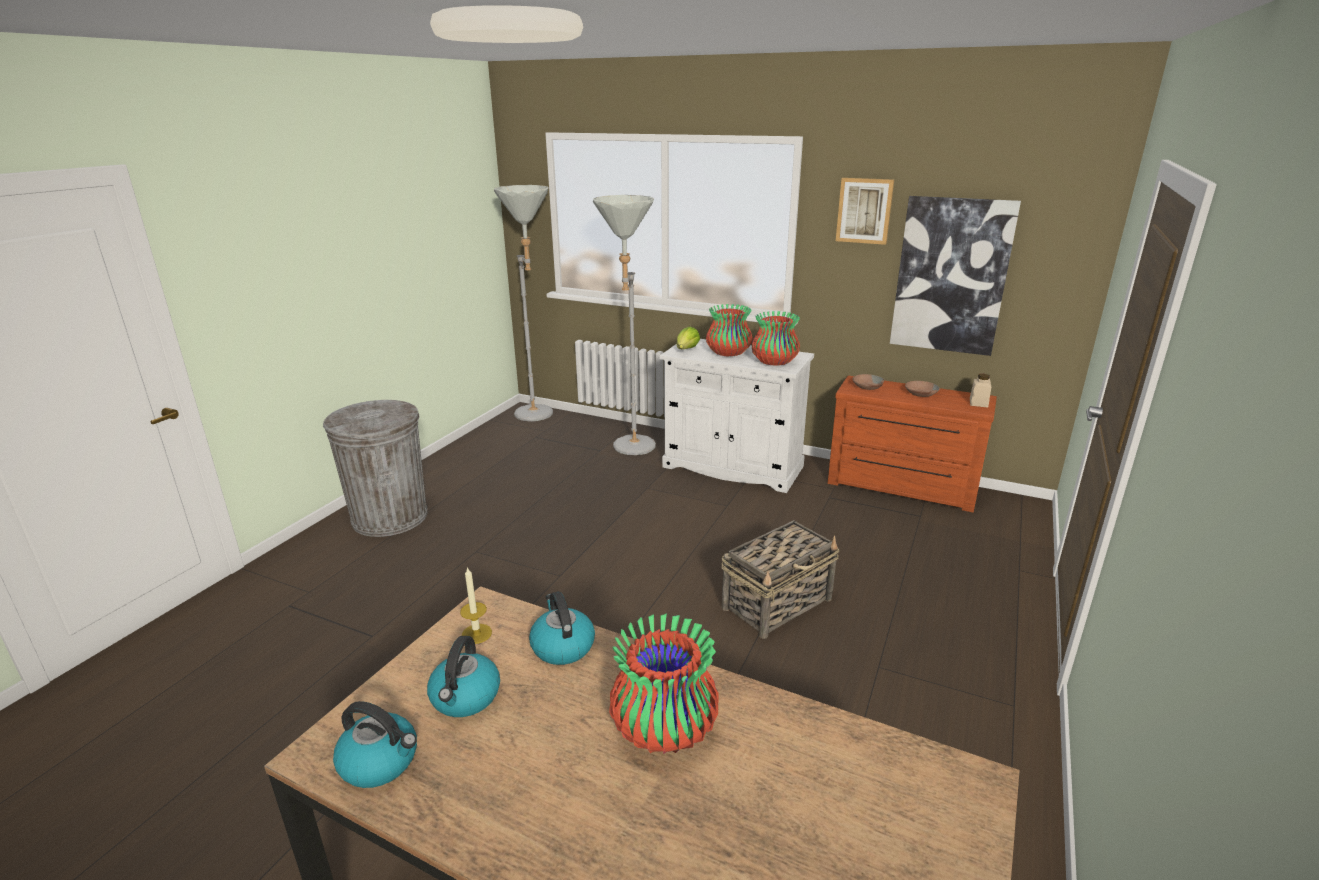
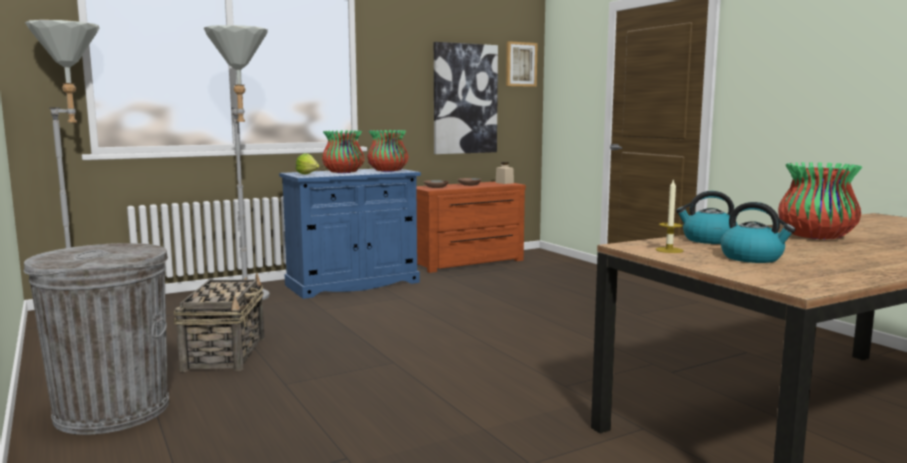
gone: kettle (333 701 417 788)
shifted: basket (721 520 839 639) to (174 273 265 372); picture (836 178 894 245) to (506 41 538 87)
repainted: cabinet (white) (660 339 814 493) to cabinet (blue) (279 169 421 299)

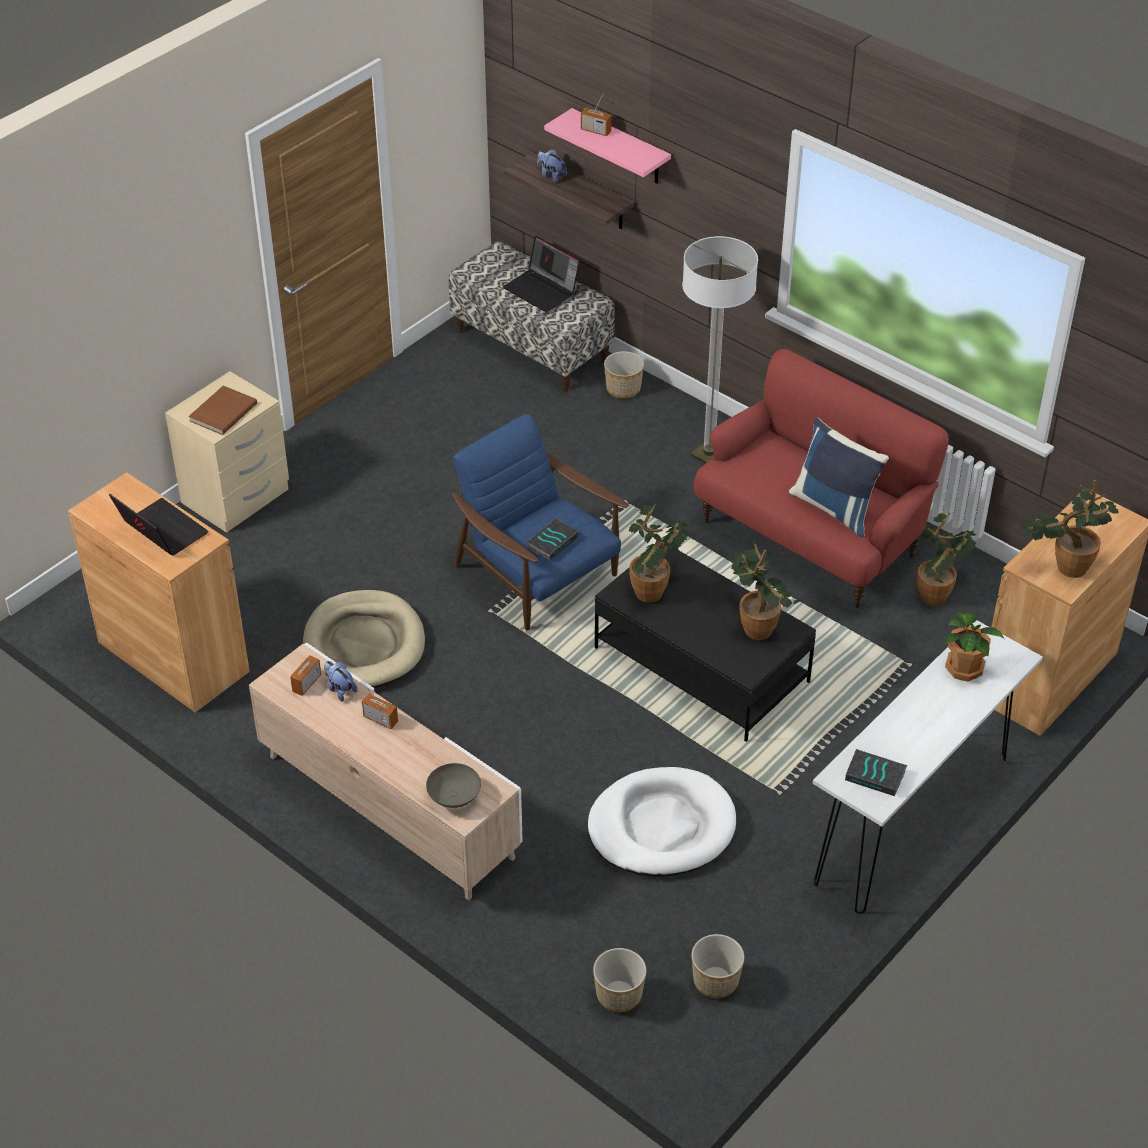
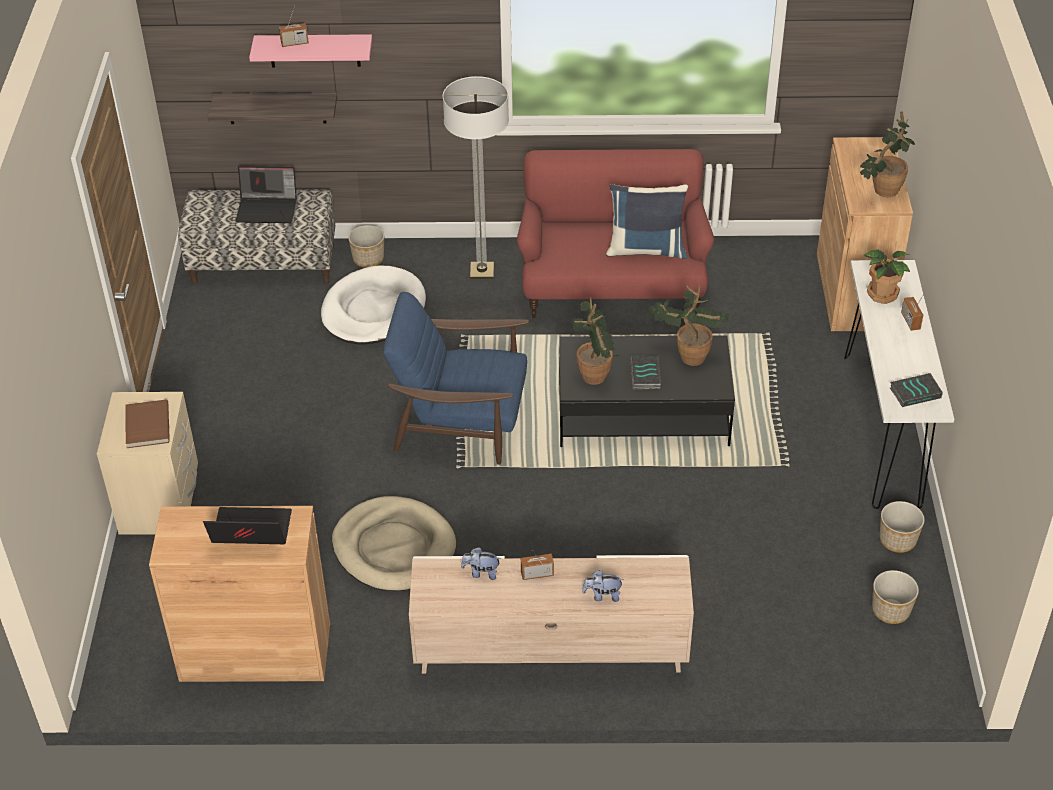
gone: bowl (grey) (426 763 481 808); potted plant (917 513 976 606)
shifted: dog bed (white) (588 767 736 877) to (321 265 426 345); plush toy (537 149 567 183) to (582 570 624 602); book (527 518 578 561) to (631 356 661 389); planter (593 948 646 1012) to (880 501 925 553); radio (290 655 321 696) to (901 292 925 331)

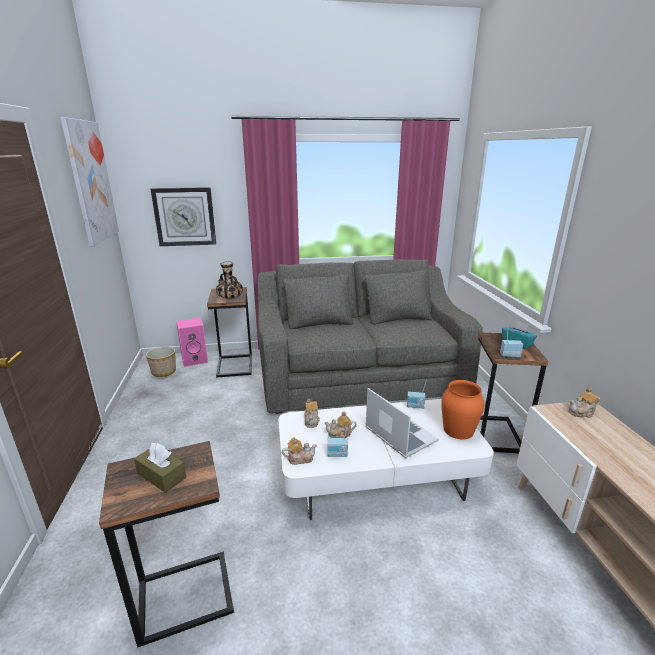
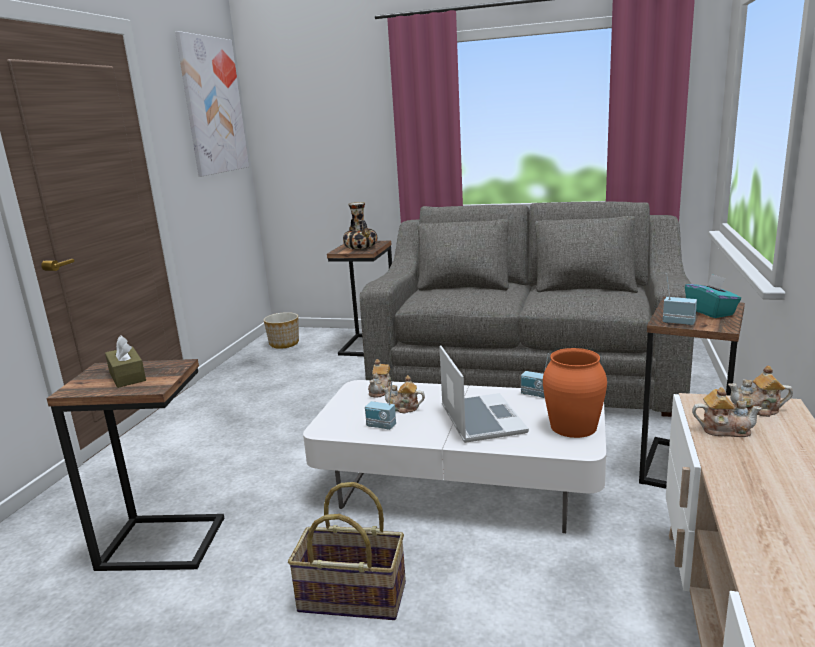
gone: wall clock (150 187 216 246); speaker (pink) (176 317 208 367)
new: basket (288 482 406 620)
shifted: teapot (282 438 317 465) to (692 387 762 437)

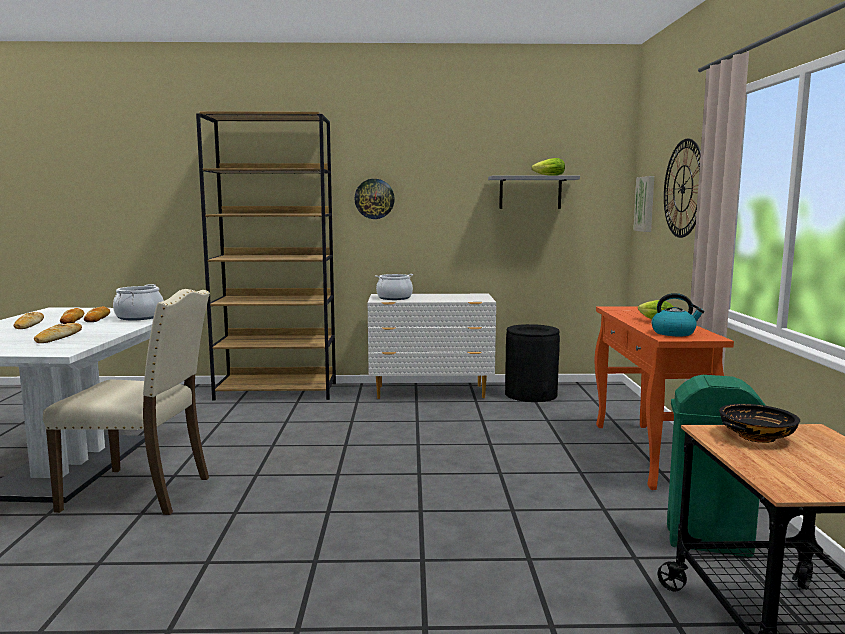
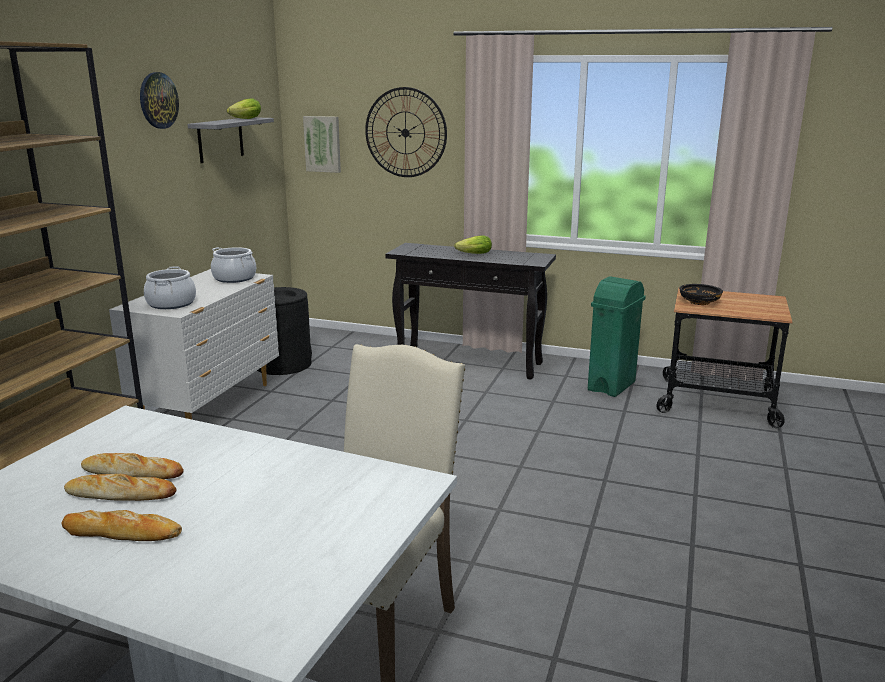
gone: bread (34 323 82 343); kettle (651 293 704 336)
shifted: wall clock (354 179 395 219) to (140 72 179 129); cooking pot (113 284 164 320) to (211 247 256 283)
repainted: console table (orange) (595 306 734 490) to console table (black) (385 243 556 380)

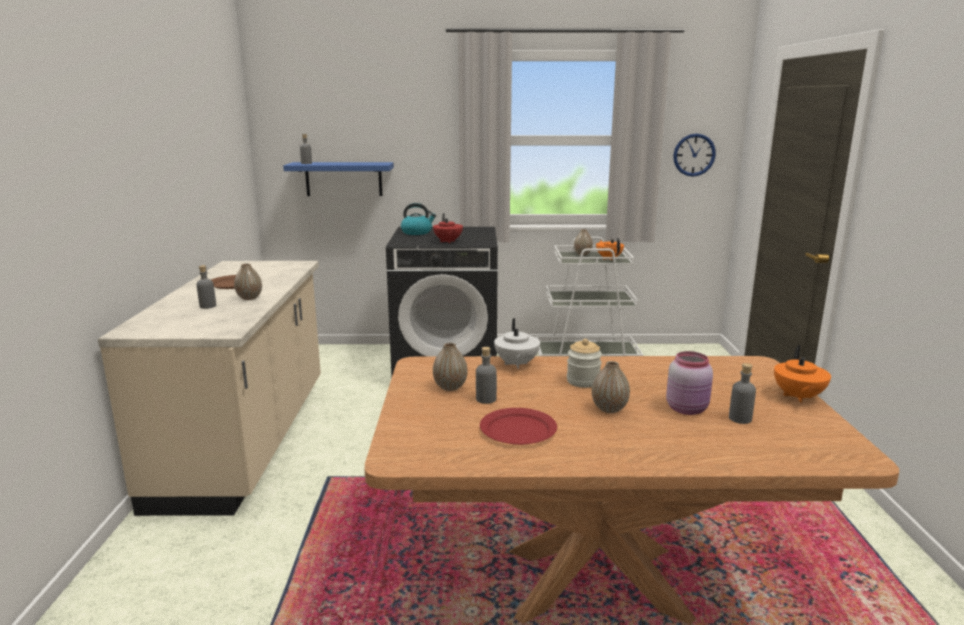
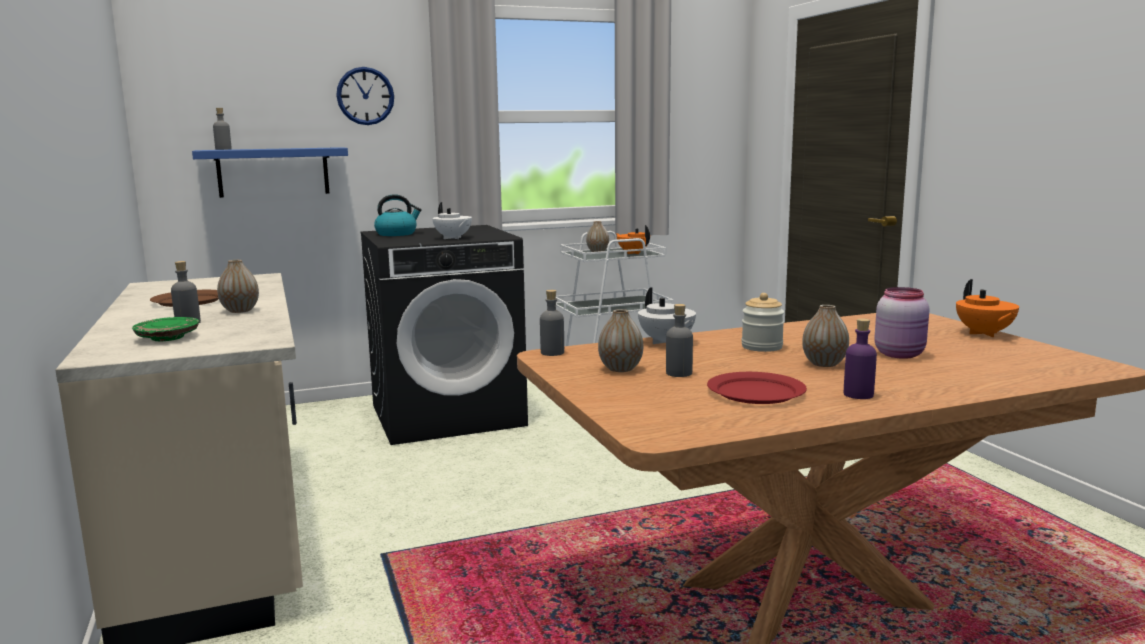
new: plate (green) (132 317 199 341); bottle (purple) (844 318 877 399)
shifted: wall clock (673 133 716 177) to (336 67 394 125); bottle (grey) (729 363 756 424) to (540 290 564 356)
repainted: teapot (red) (433 213 463 243) to teapot (white) (432 202 472 239)

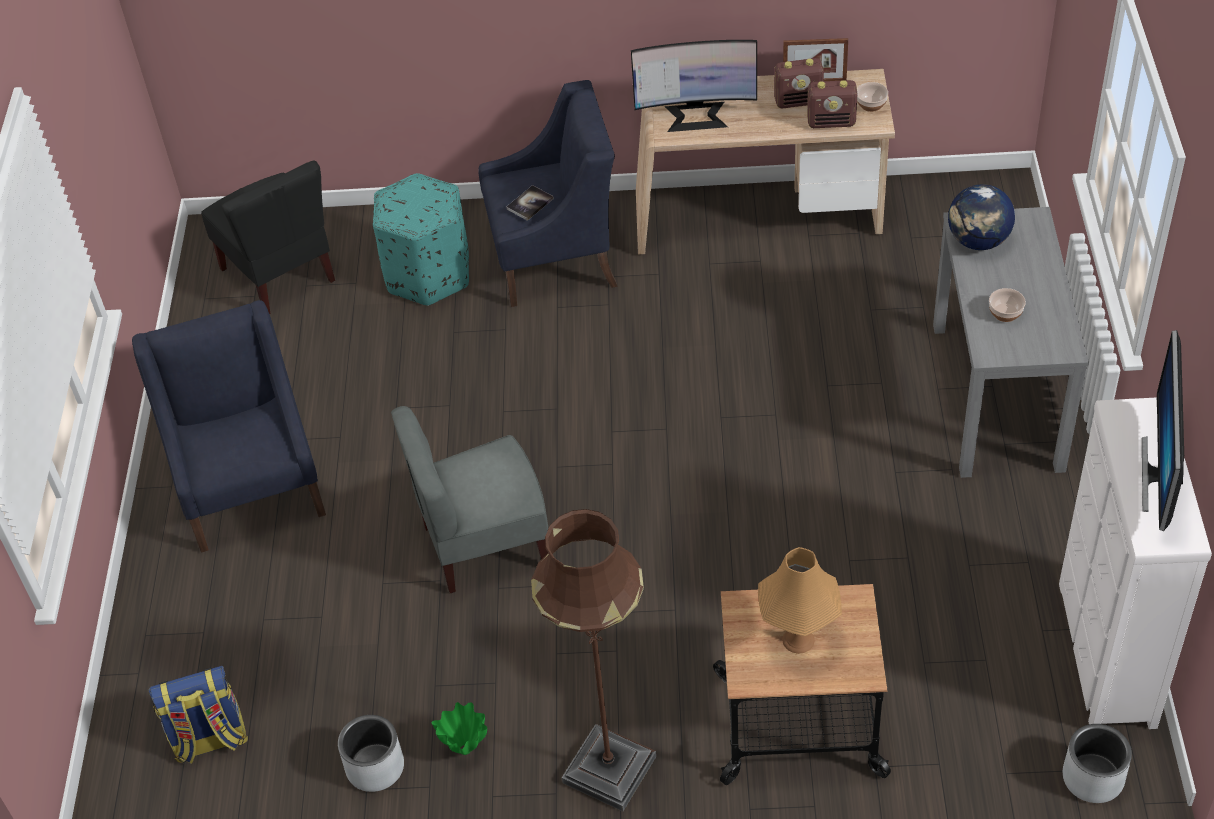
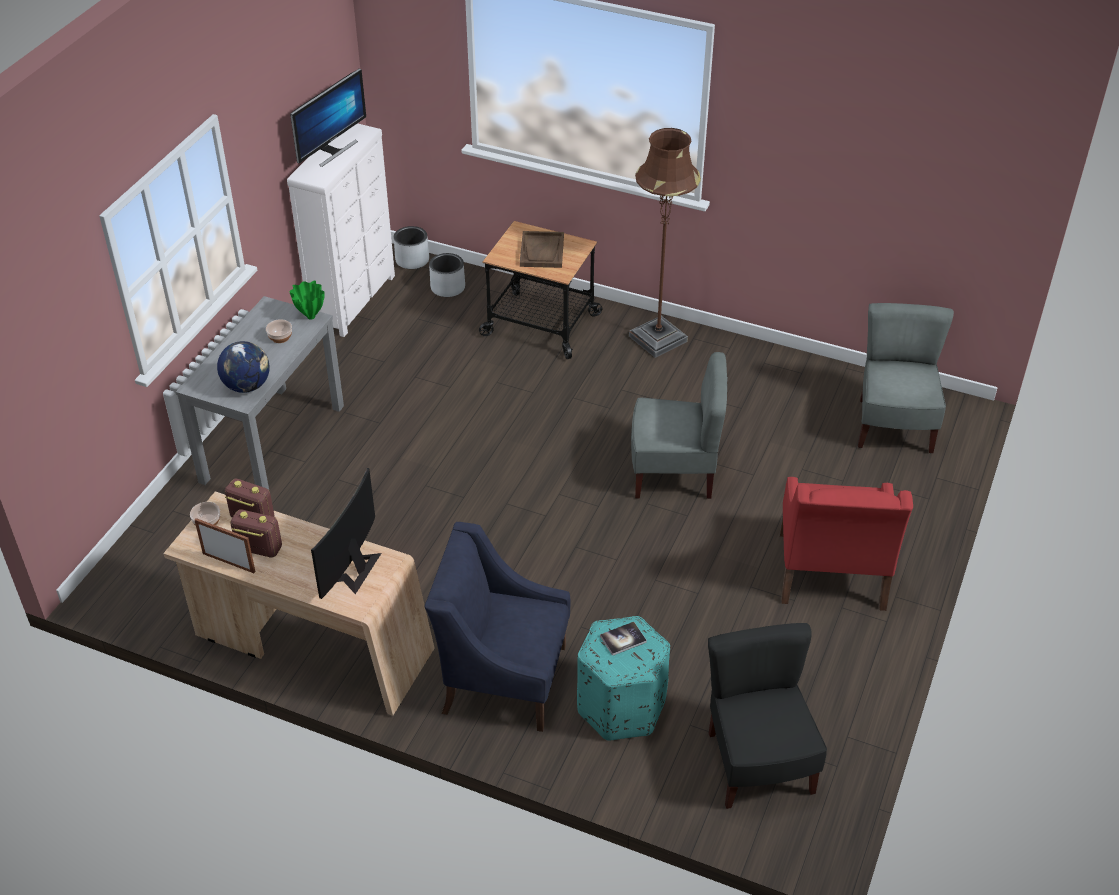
shifted: vase (green) (431 702 487 755) to (289 281 325 319); planter (grey) (338 715 404 792) to (429 253 465 297); book (506 185 554 221) to (600 622 647 656)
swapped: table lamp (orange) (758 547 842 654) to tray (brown) (520 231 564 268); backpack (148 666 248 764) to chair (grey) (858 303 954 453)
repainted: armchair (blue) (132 300 326 553) to armchair (red) (780 477 913 611)
rotated: monitor (631 40 757 132) = (311 468 381 599) 90 degrees counterclockwise

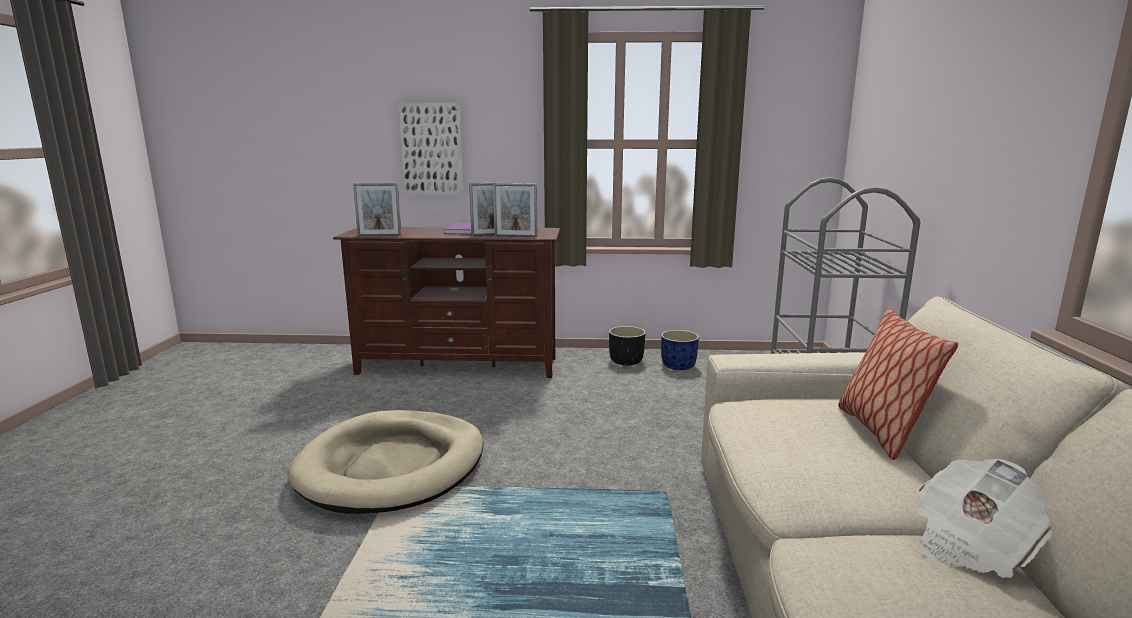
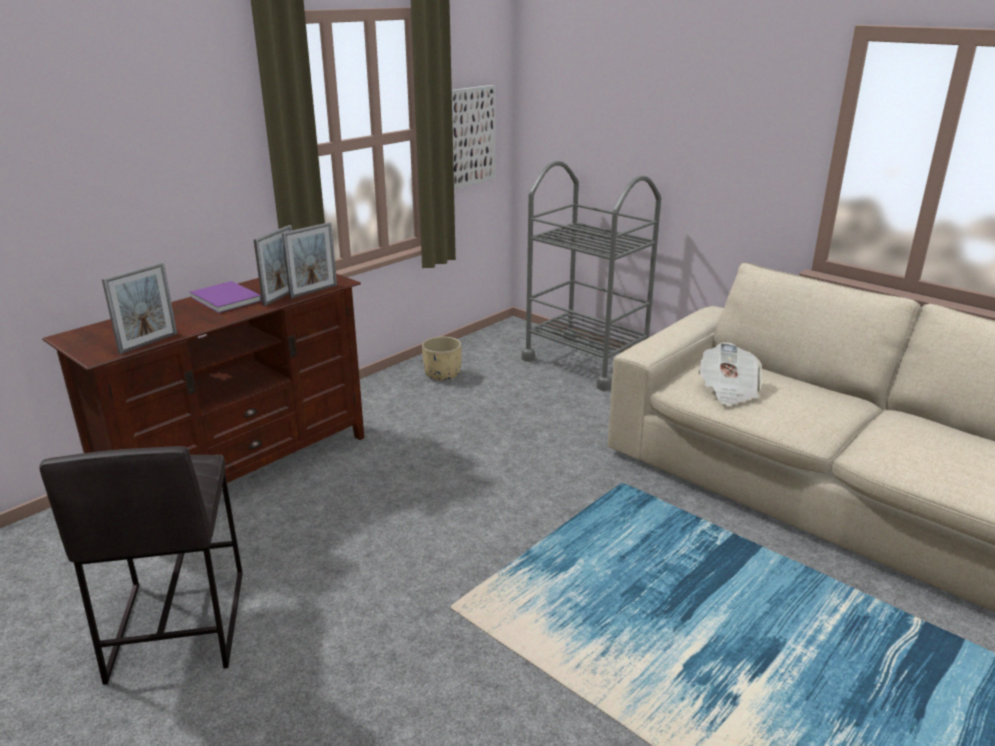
gone: dog bed (beige) (288 410 483 514); planter (black) (609 326 646 366); pillow (838 308 958 460)
new: stool (grey) (39 446 243 685)
shifted: picture (399 103 463 195) to (452 85 495 189); newspaper (916 459 1053 578) to (698 342 762 405)
repainted: planter (blue) (661 330 699 370) to planter (beige) (422 336 462 381)

